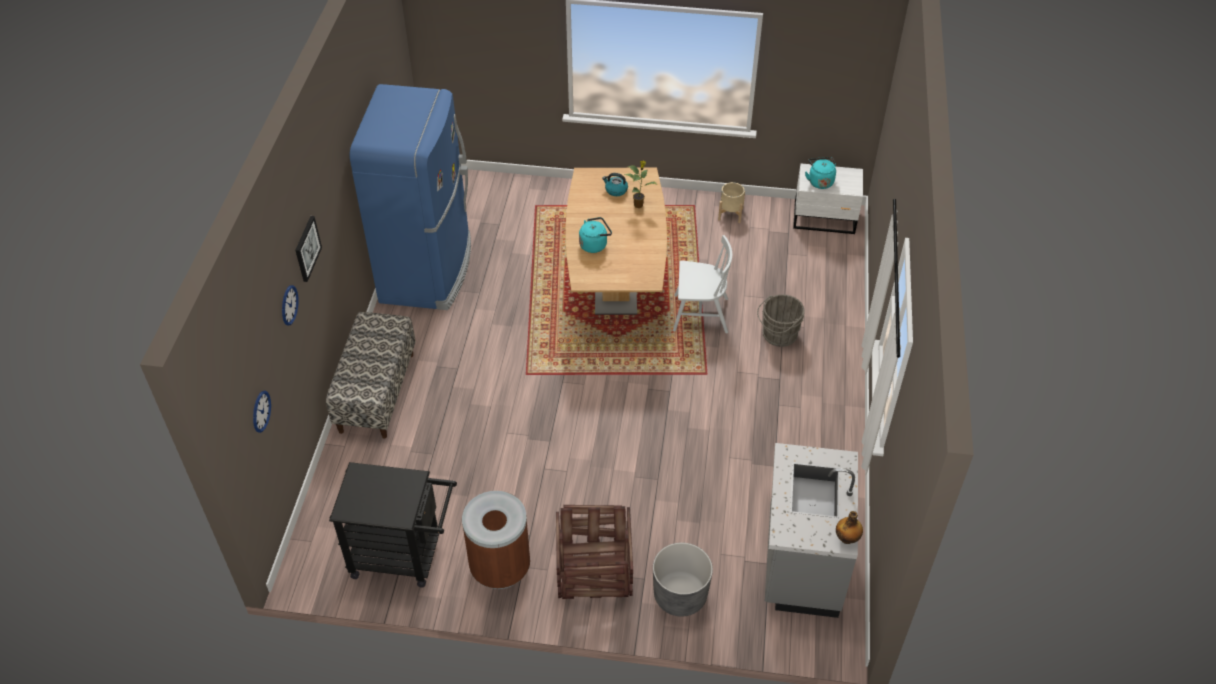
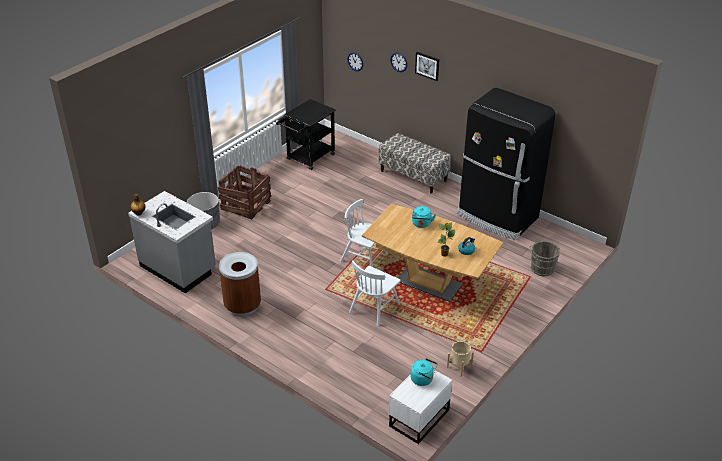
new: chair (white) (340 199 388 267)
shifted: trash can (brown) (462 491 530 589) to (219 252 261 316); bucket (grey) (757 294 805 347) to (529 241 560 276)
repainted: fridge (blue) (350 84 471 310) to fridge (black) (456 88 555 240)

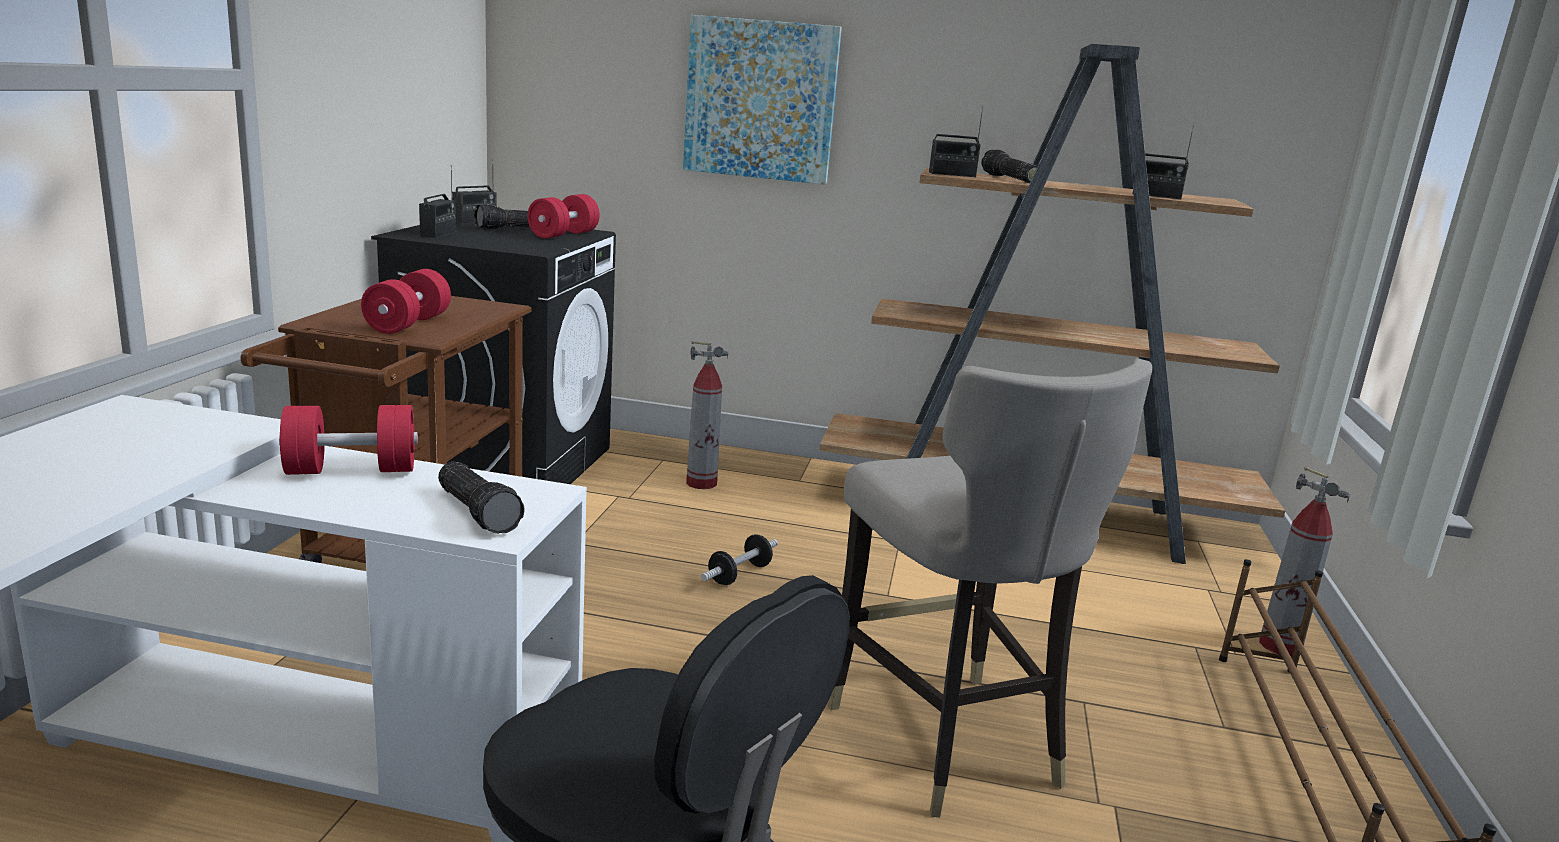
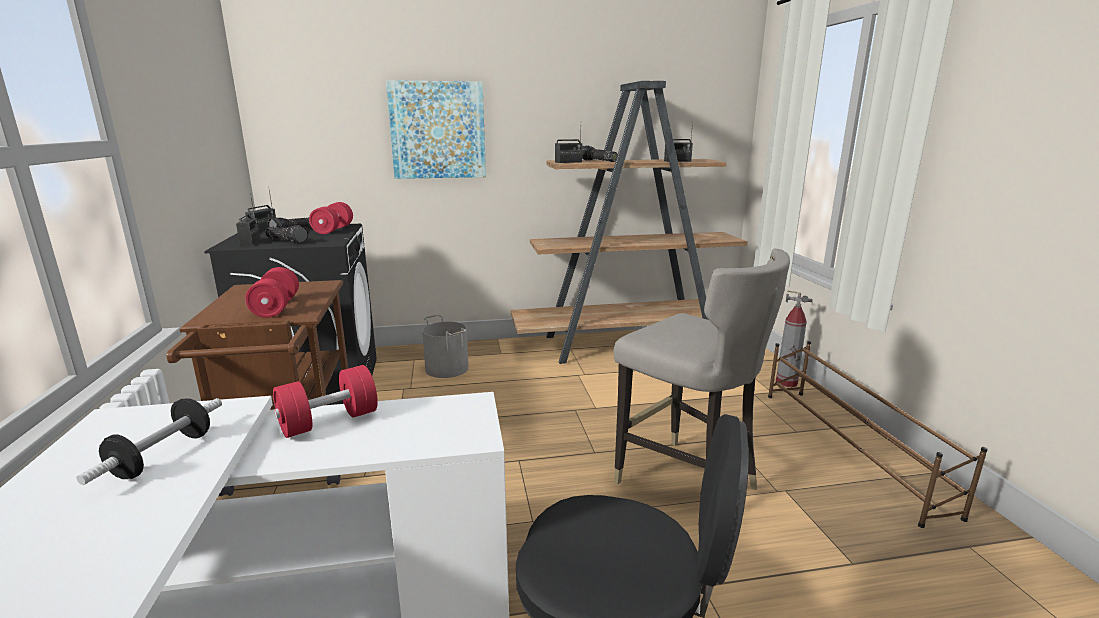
shifted: dumbbell (701 534 778 585) to (76 398 222 485); flashlight (438 462 525 534) to (265 225 309 243)
swapped: fire extinguisher (686 341 729 489) to bucket (grey) (422 314 469 378)

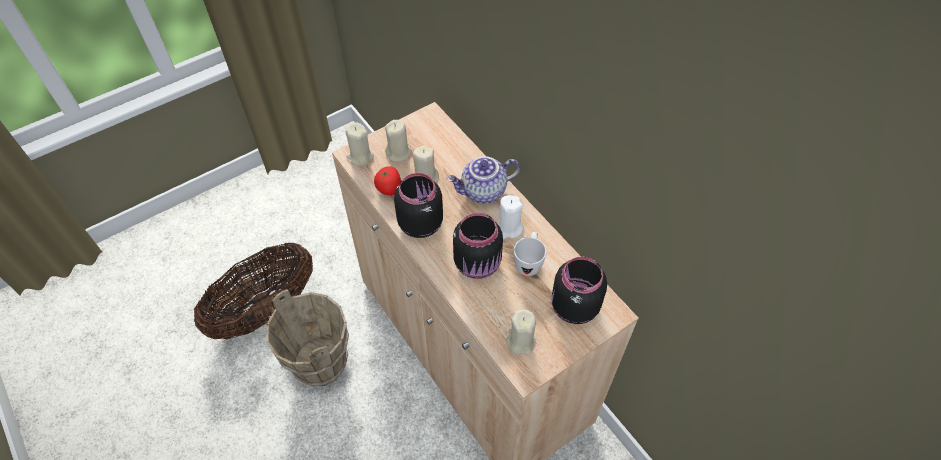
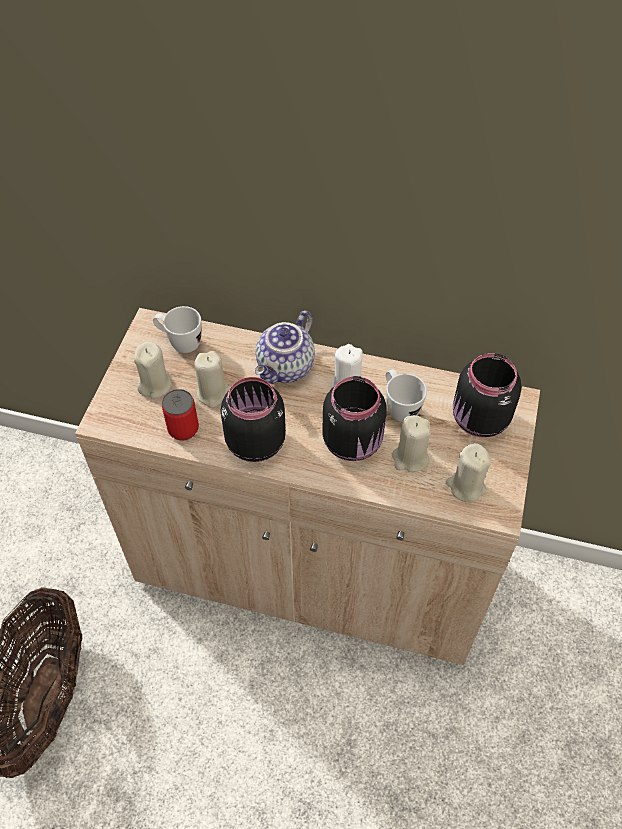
gone: bucket (brown) (266 289 349 386)
new: mug (white) (153 306 202 353)
shifted: candle (beige) (345 122 374 166) to (392 415 431 472)
swapped: tomato (374 166 401 195) to can (162 389 199 440)

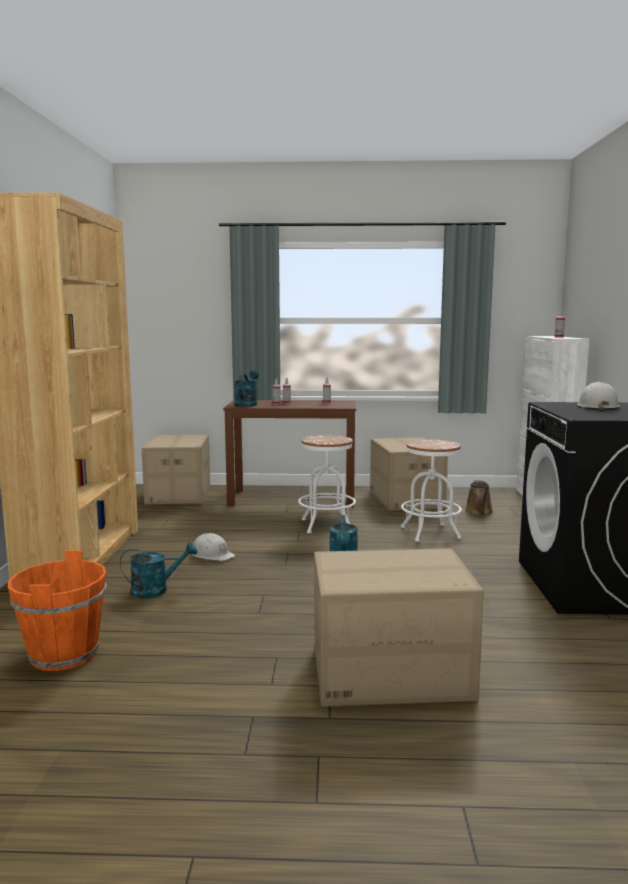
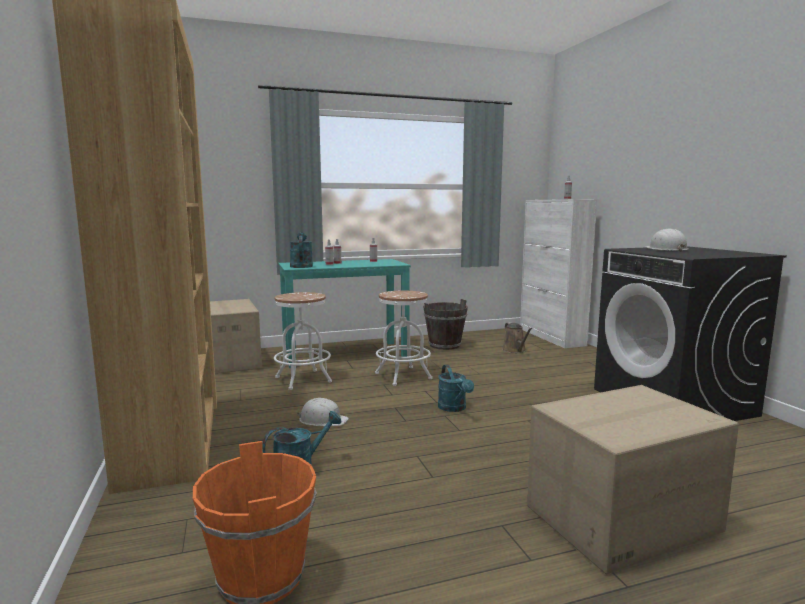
shifted: stool (white) (401 439 462 542) to (274 292 332 390)
swapped: cardboard box (370 437 448 511) to bucket (brown) (423 299 468 350)
repainted: desk (brown) (223 400 356 508) to desk (turquoise) (278 259 411 368)

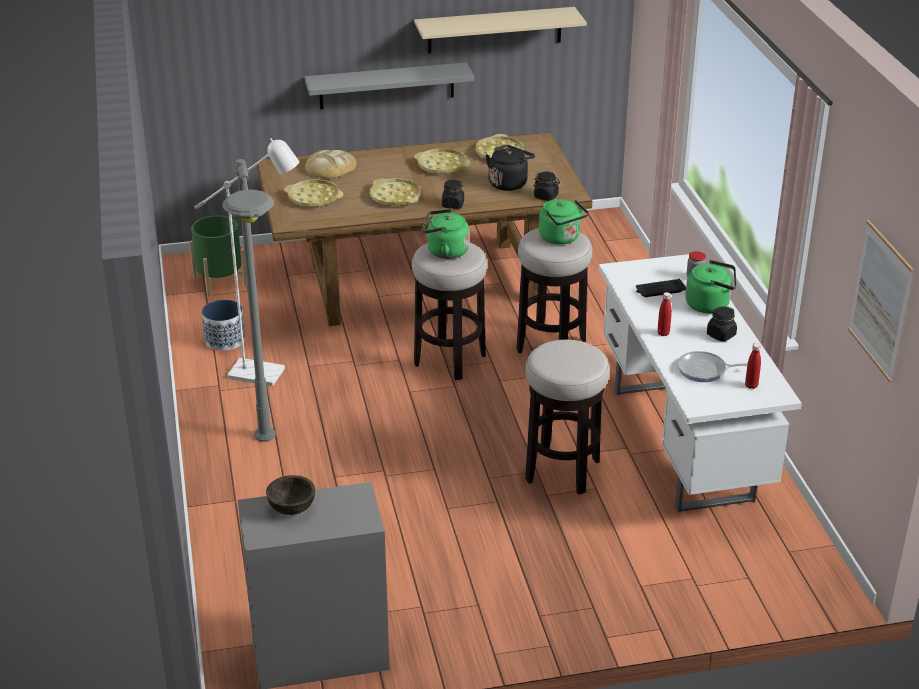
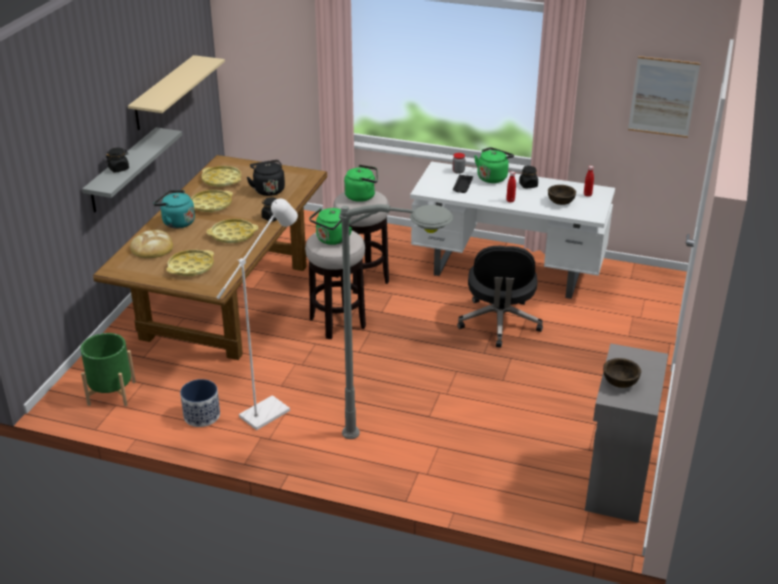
new: kettle (turquoise) (153 190 195 228)
shifted: jar (black) (534 172 560 201) to (106 147 129 173)
swapped: stool (525 340 610 495) to office chair (black) (457 246 543 348); frying pan (677 351 748 382) to bowl (brown) (548 185 576 205)

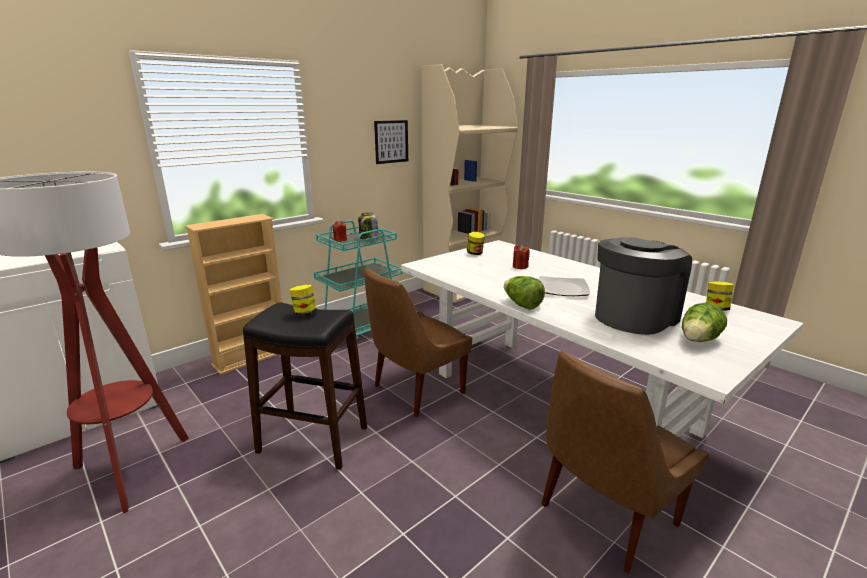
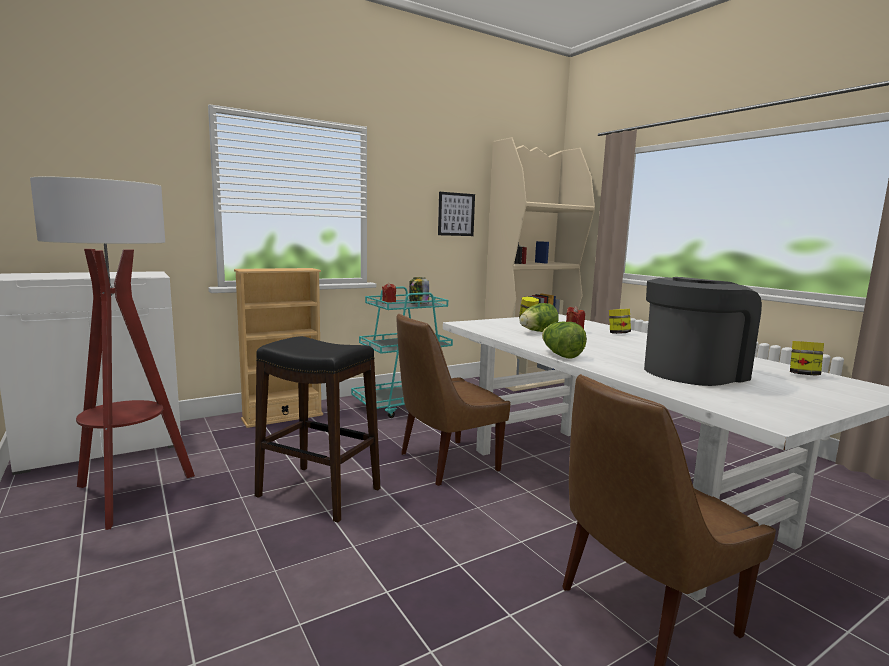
gone: plate (539 276 590 296)
shifted: lettuce (682 303 727 342) to (519 303 559 332); jar (290 285 317 316) to (609 309 631 334)

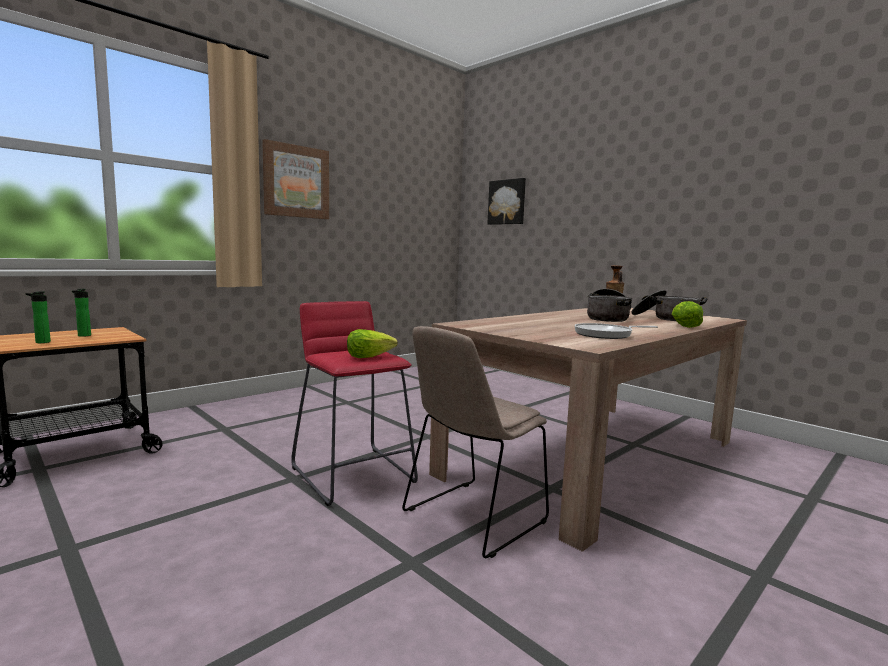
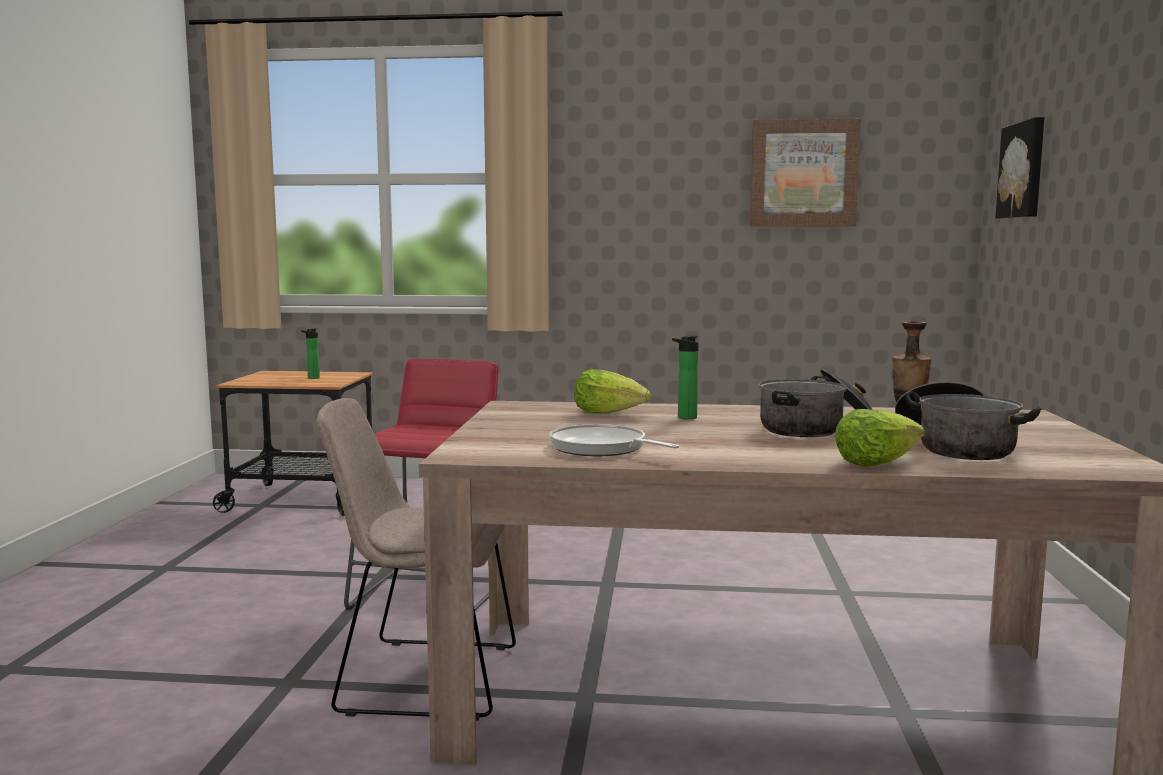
shifted: lettuce (347 329 398 358) to (574 369 651 413); bottle (25 291 51 343) to (672 335 699 420); picture (262 139 329 219) to (750 119 861 226)

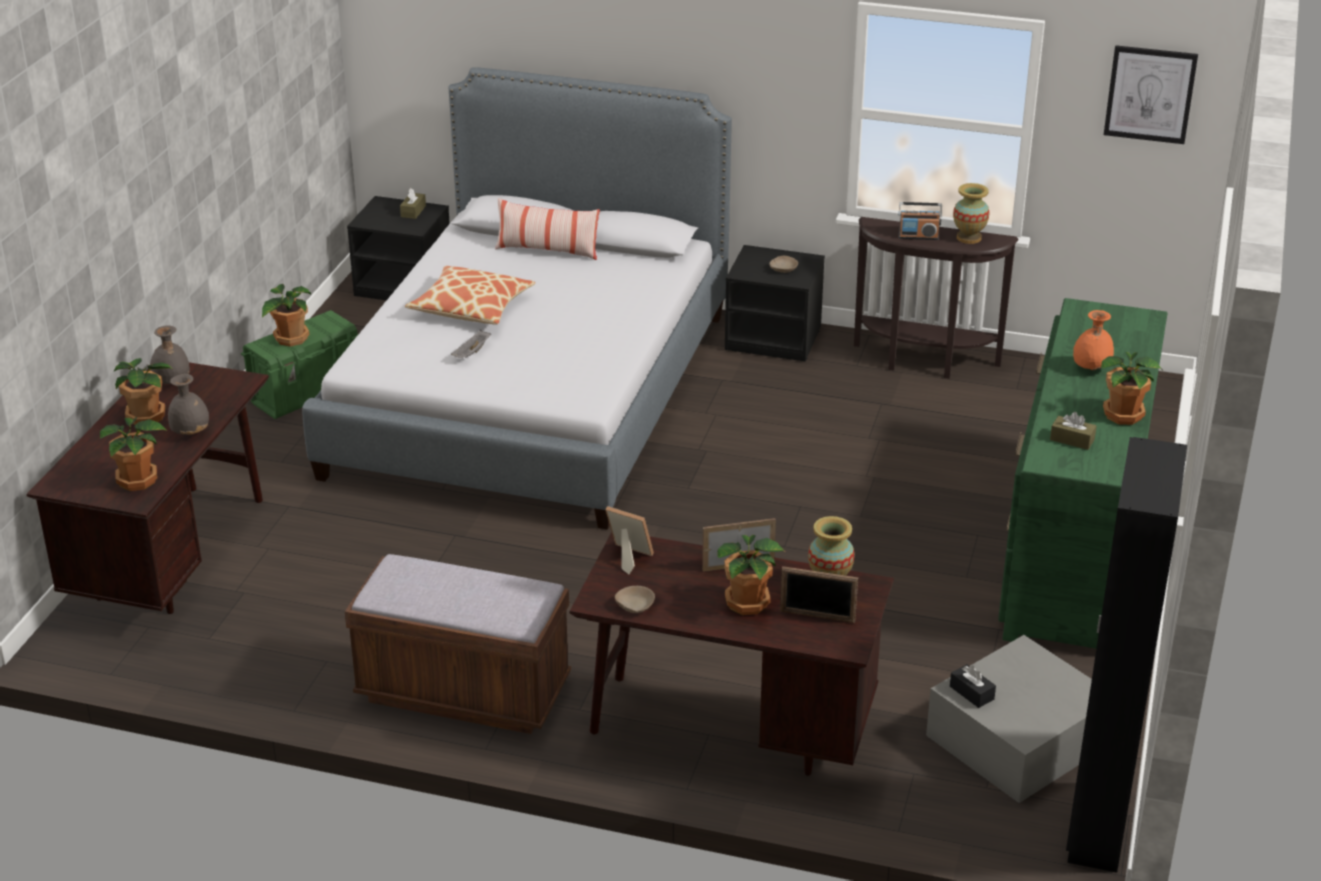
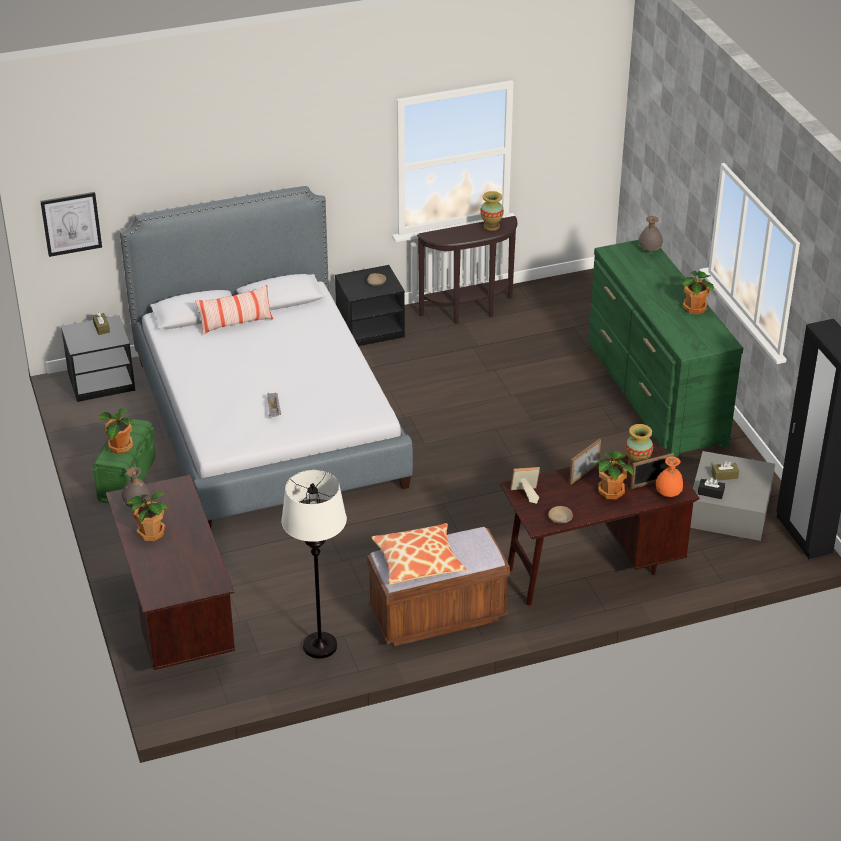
gone: potted plant (100 417 167 491); radio (898 202 942 240)
new: floor lamp (white) (281 470 347 659)
shifted: picture (1104 45 1198 144) to (40 192 102 257); pillow (405 266 535 325) to (371 523 467 585); vase (grey) (168 374 209 435) to (639 216 663 251); vase (orange) (1073 310 1114 370) to (656 456 683 497); tissue box (brown) (1050 412 1097 450) to (711 460 739 481)

